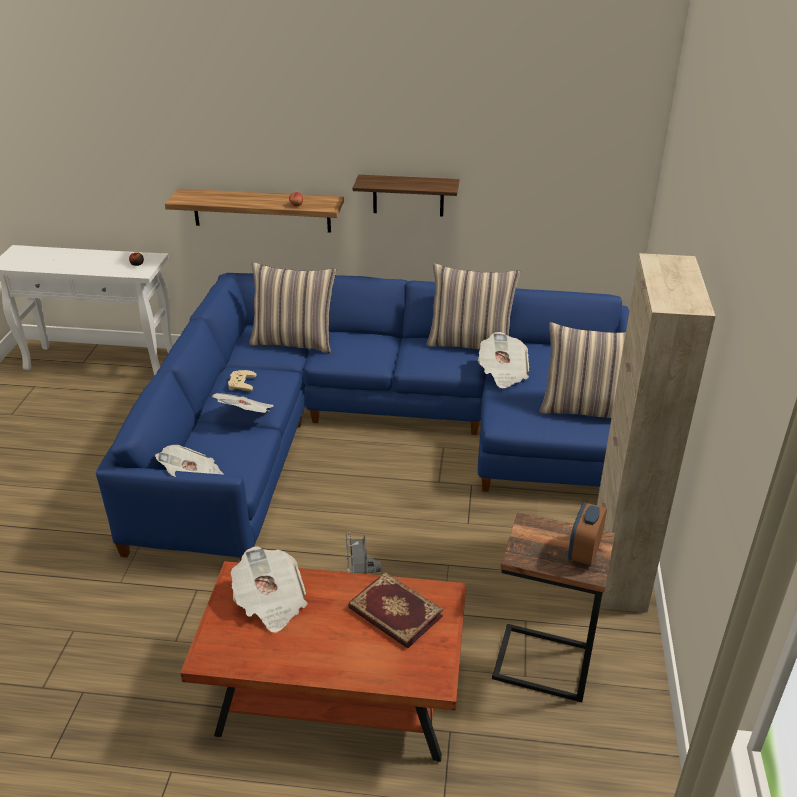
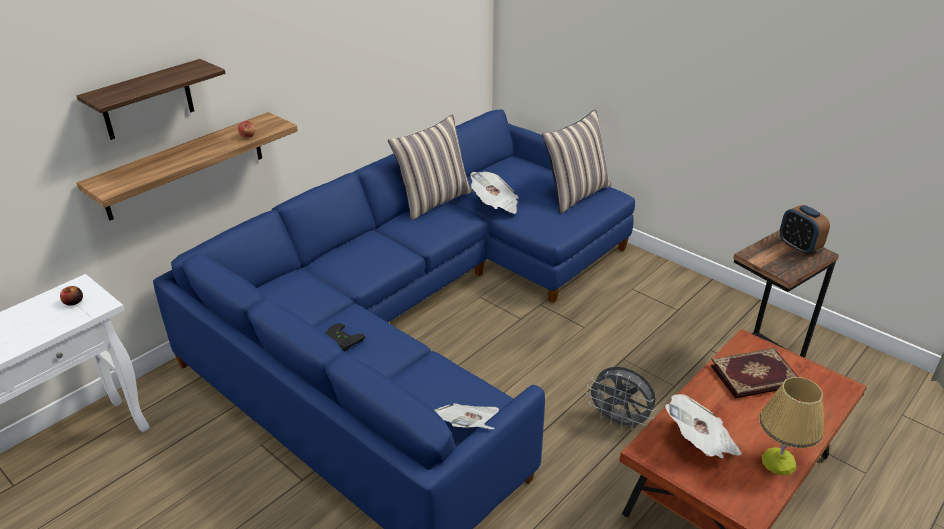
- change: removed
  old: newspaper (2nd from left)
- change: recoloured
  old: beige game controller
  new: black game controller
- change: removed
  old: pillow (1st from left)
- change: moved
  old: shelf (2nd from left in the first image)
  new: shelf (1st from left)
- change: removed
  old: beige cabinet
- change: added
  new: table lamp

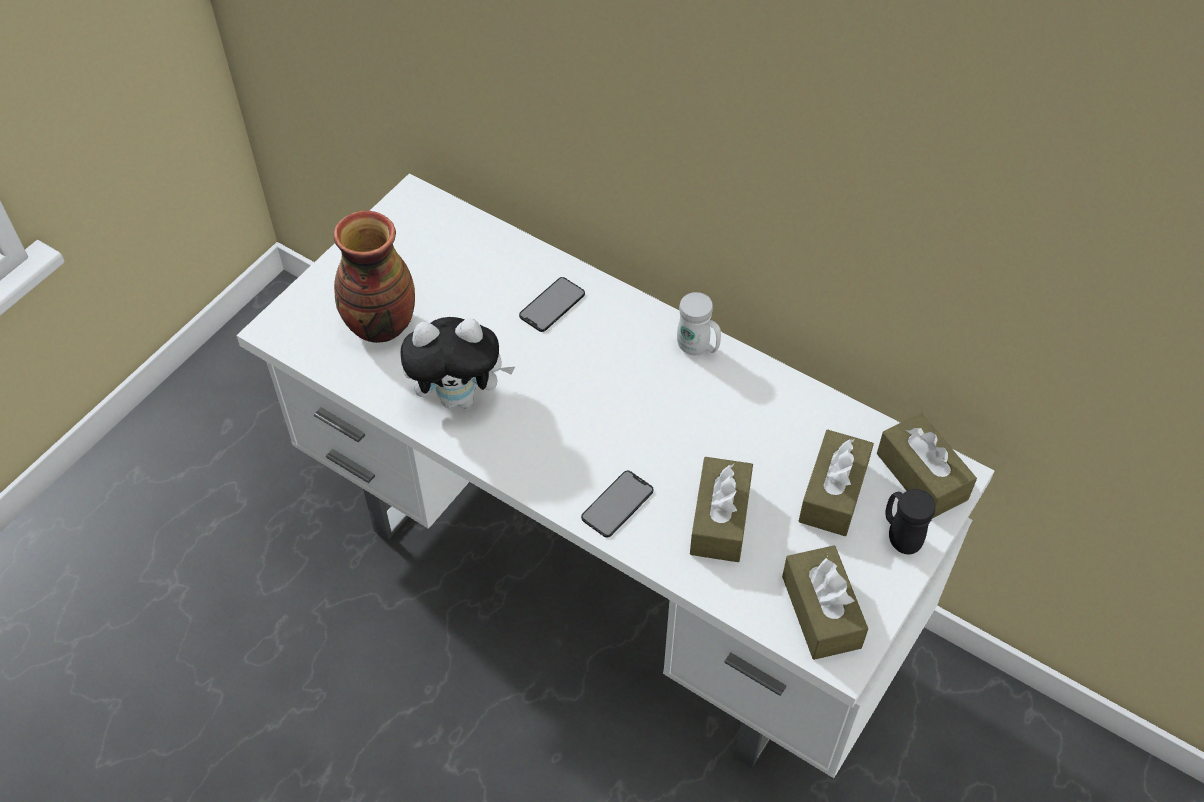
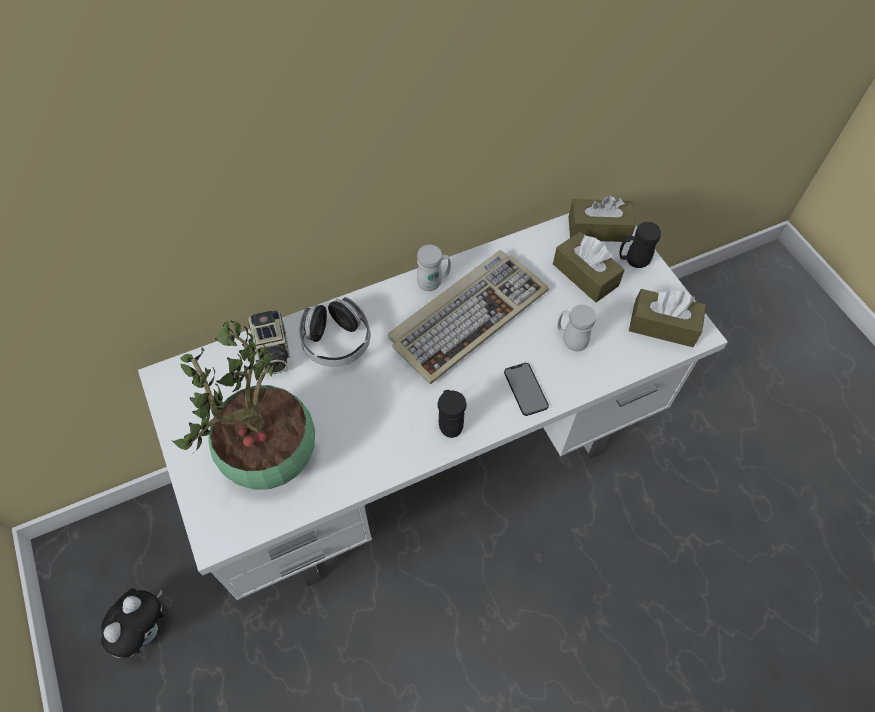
- change: replaced
  old: vase
  new: potted plant
- change: moved
  old: plush toy
- change: replaced
  old: phone (1st from left)
  new: headphones
- change: replaced
  old: brown tissue box (1st from left)
  new: white mug (2nd from left)
- change: added
  new: photo camera
- change: added
  new: keyboard
- change: added
  new: black mug (1st from left)

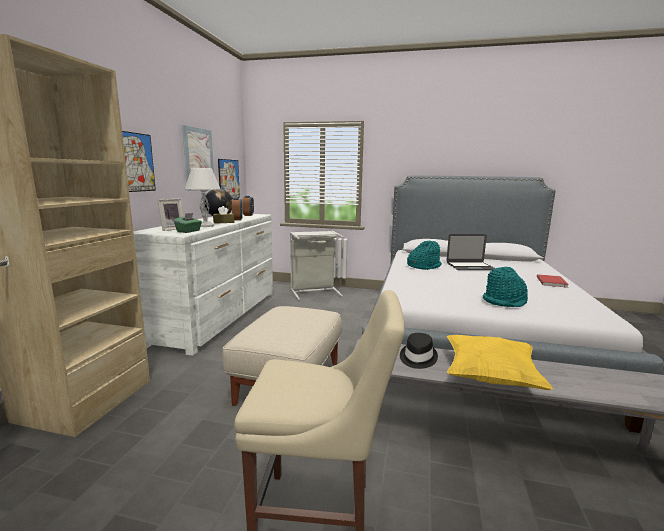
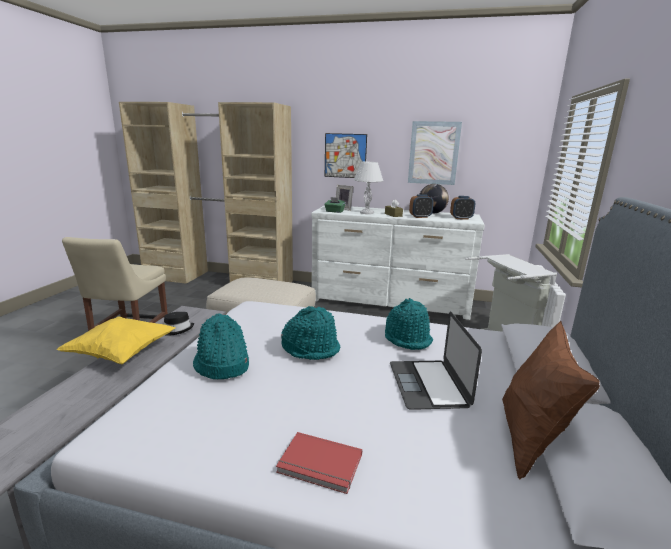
- change: removed
  old: picture (3rd from left)
- change: added
  new: turquoise hat (2nd from left)
- change: added
  new: brown pillow

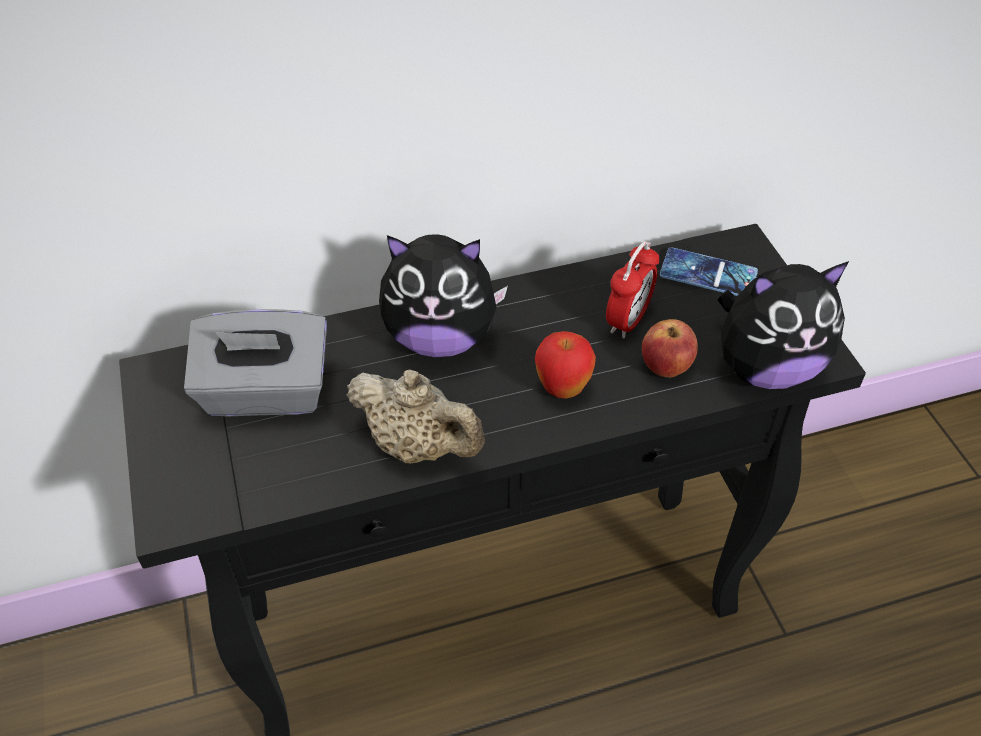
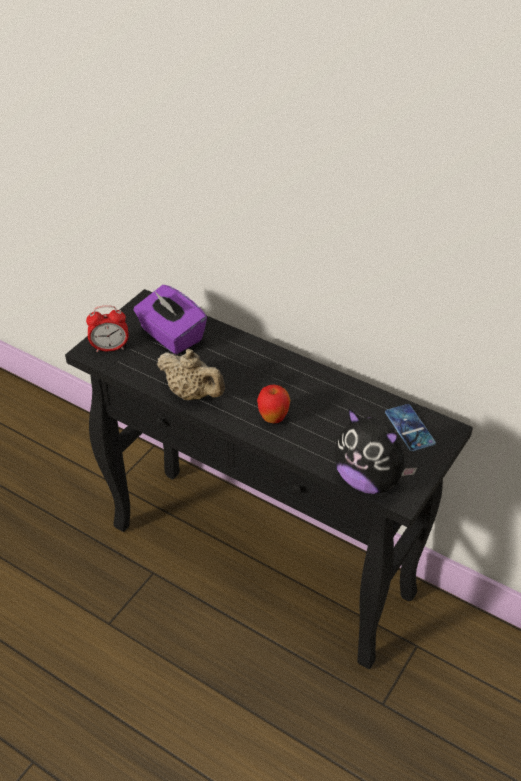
- change: recoloured
  old: grey tissue box
  new: purple tissue box
- change: turned
  old: beige teapot
  degrees: -45
- change: removed
  old: plush toy (1st from left)
- change: moved
  old: alarm clock
- change: removed
  old: apple (2nd from left)

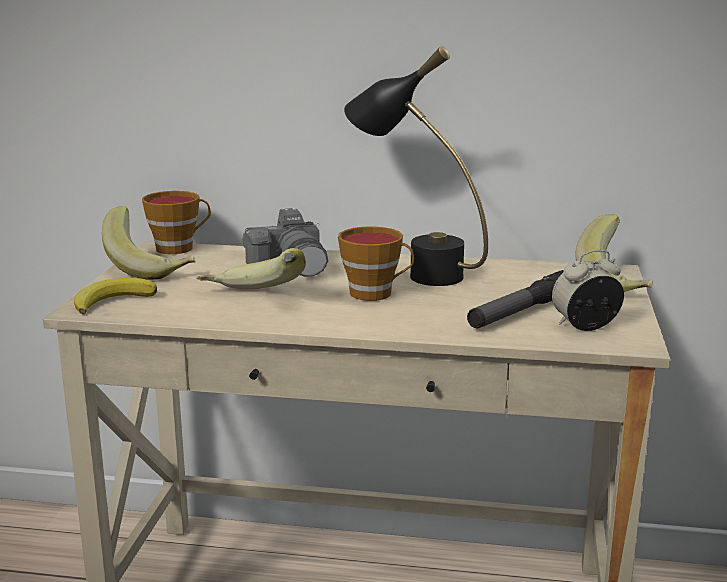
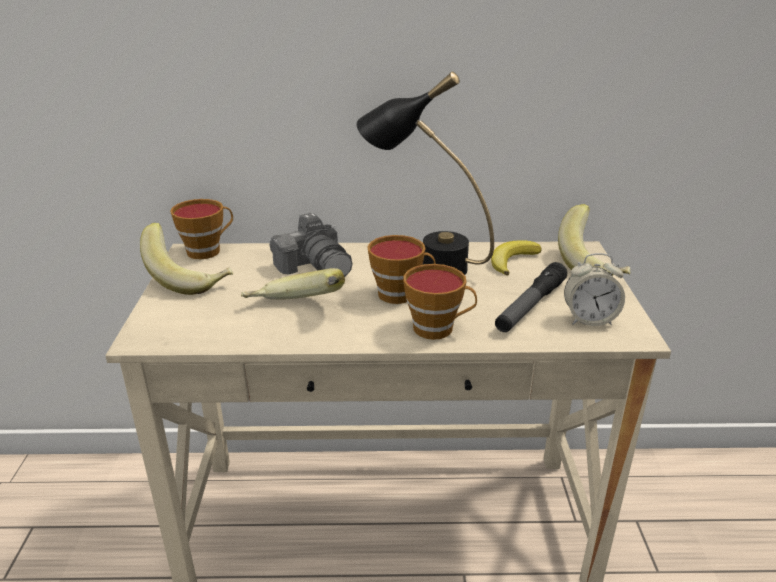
- change: moved
  old: banana (1st from left in the first image)
  new: banana (3rd from left)
- change: turned
  old: alarm clock
  degrees: -150
- change: added
  new: cup (3rd from left)

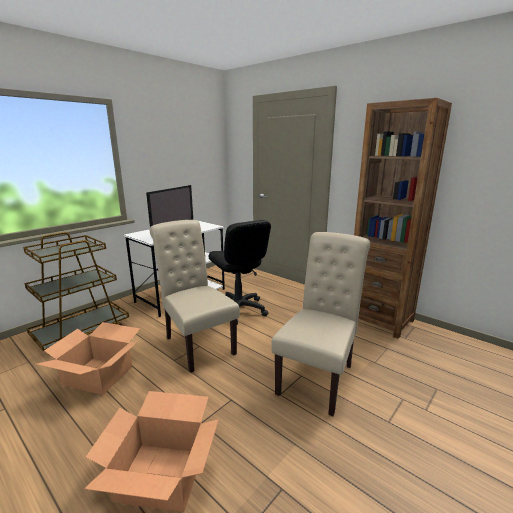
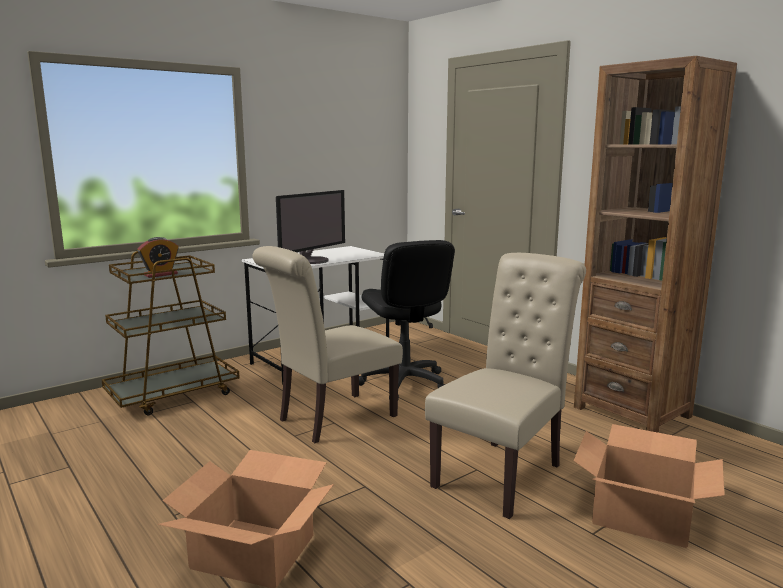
- change: moved
  old: cardboard box (1st from left in the first image)
  new: cardboard box (2nd from left)
- change: turned
  old: beige chair (1st from left)
  degrees: -105
- change: added
  new: alarm clock

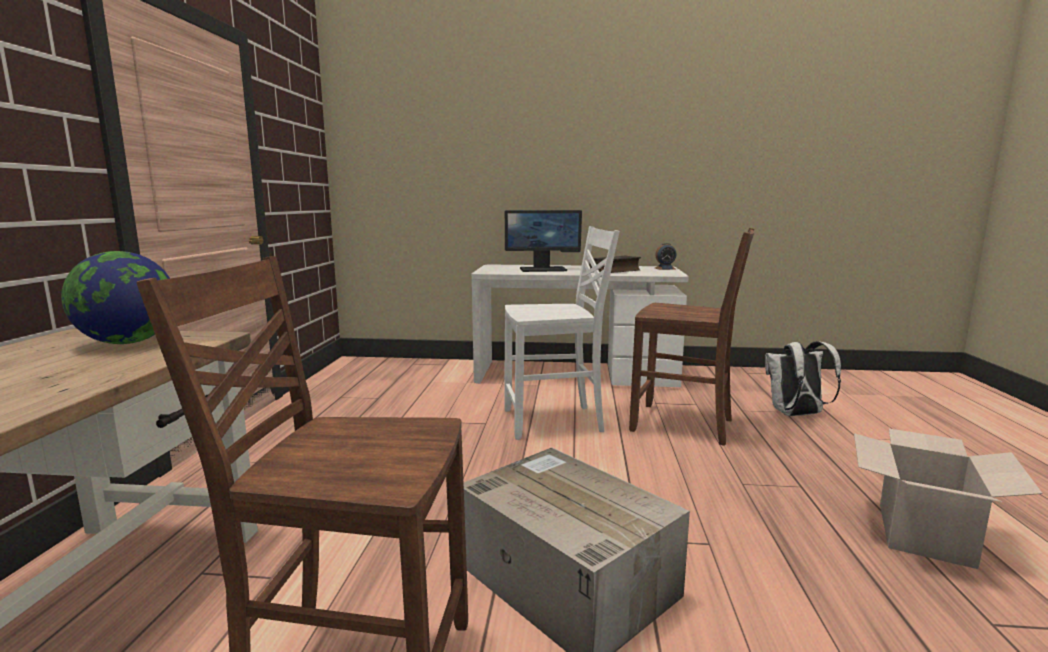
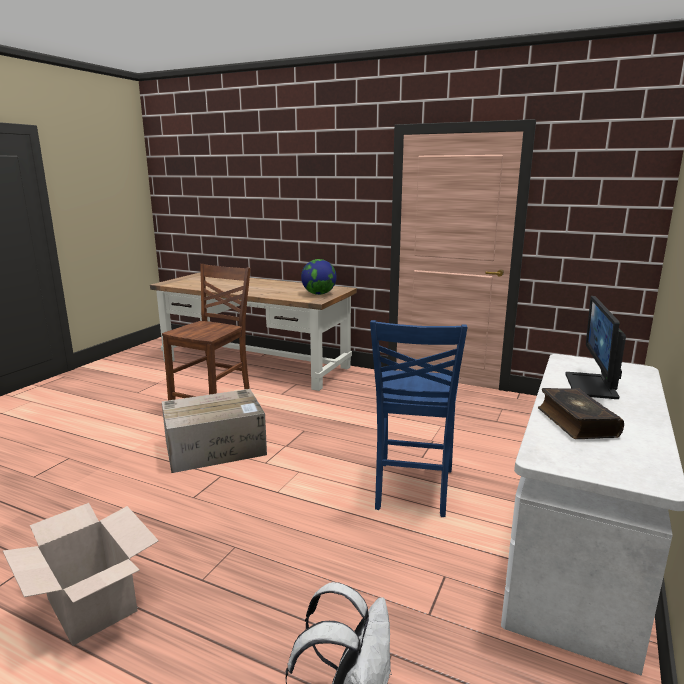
- change: recoloured
  old: white chair
  new: blue chair
- change: removed
  old: brown chair (2nd from left)
- change: removed
  old: alarm clock

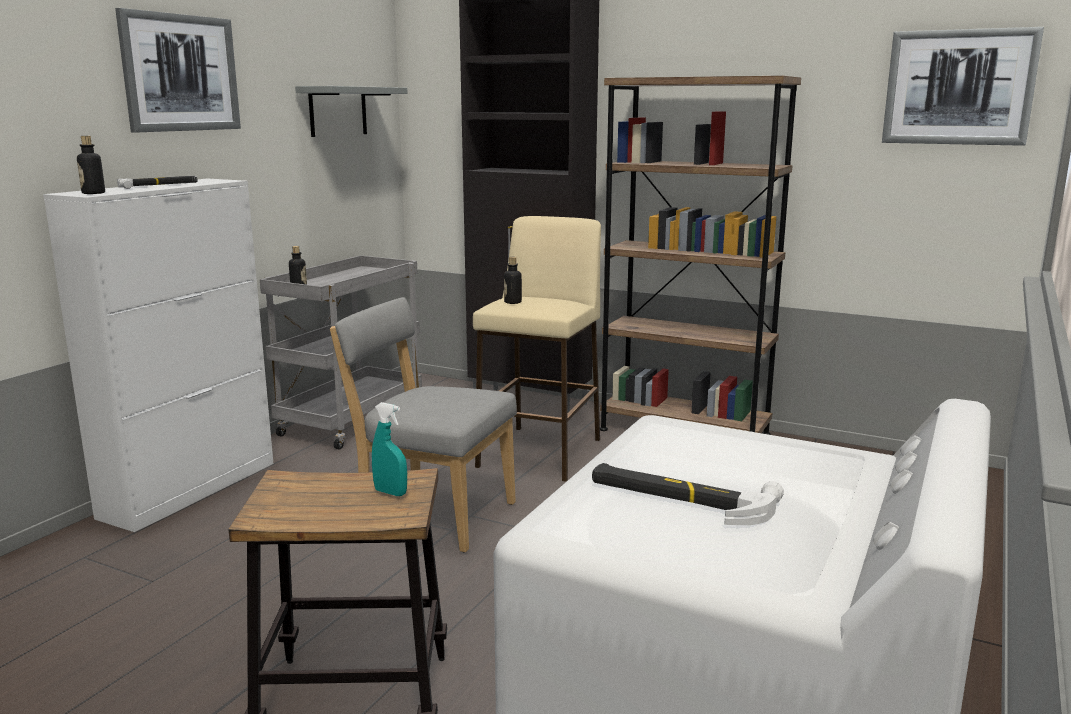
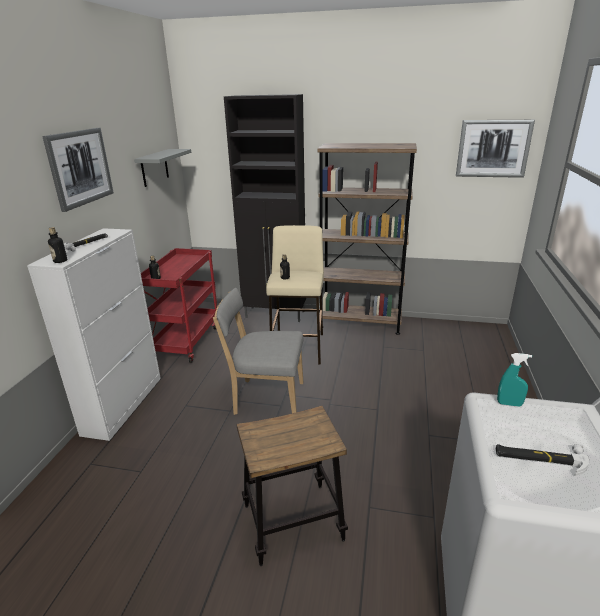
- change: recoloured
  old: grey cart
  new: red cart
- change: moved
  old: turquoise spray bottle

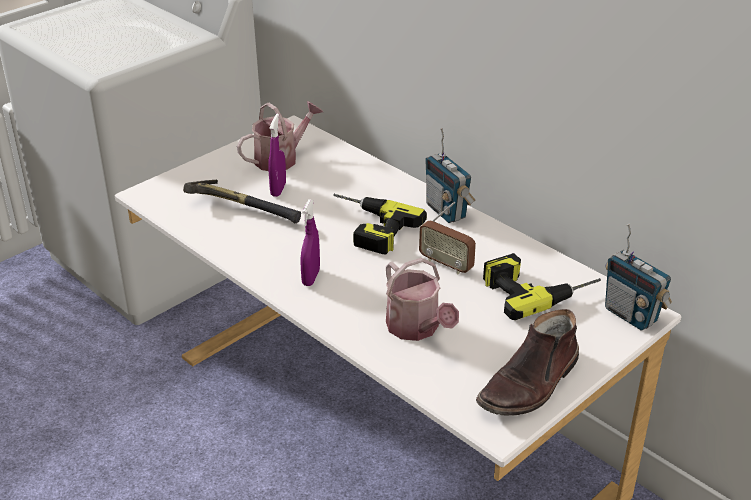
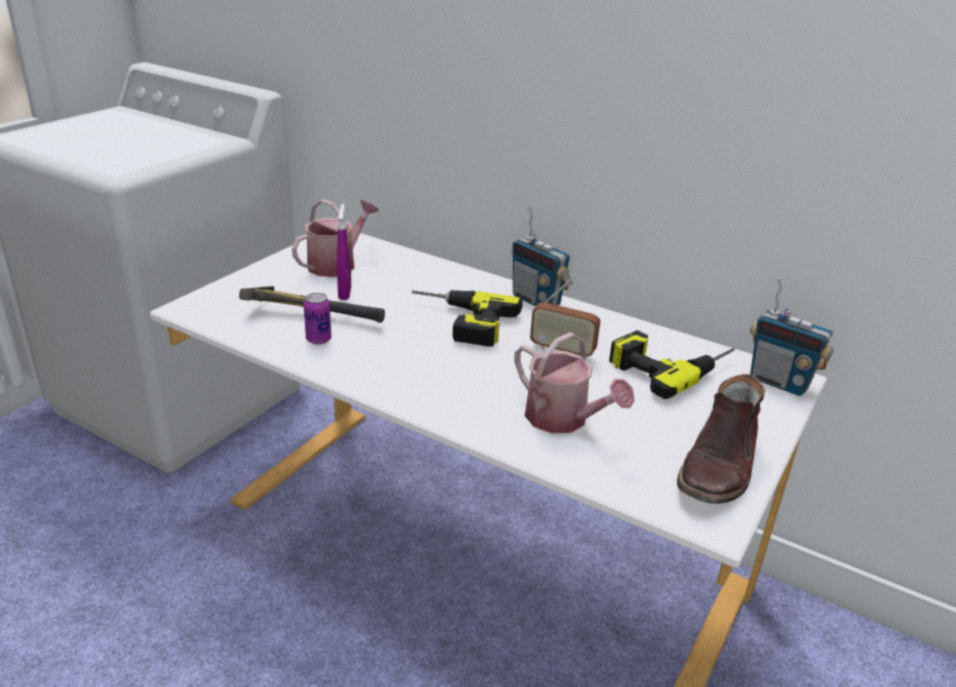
- change: removed
  old: purple spray bottle (2nd from left)
- change: added
  new: can

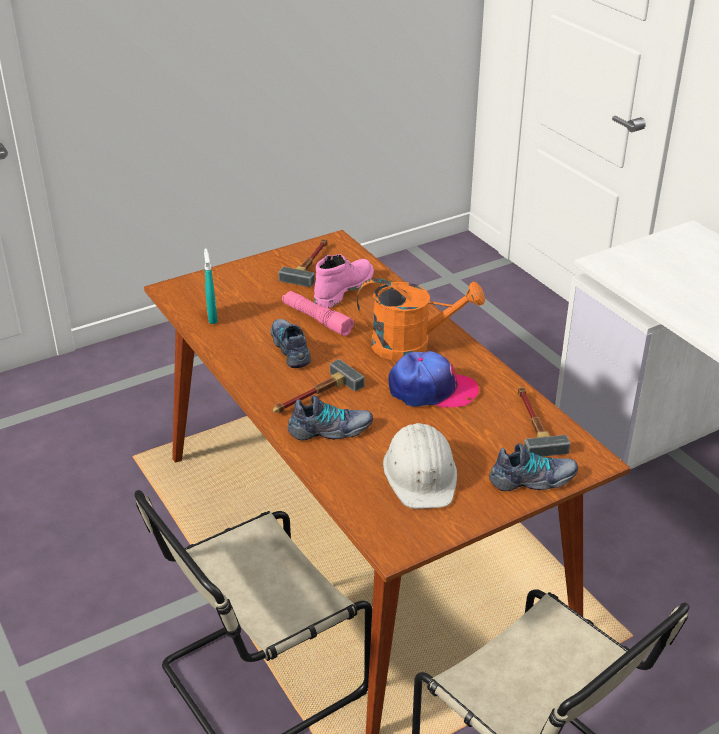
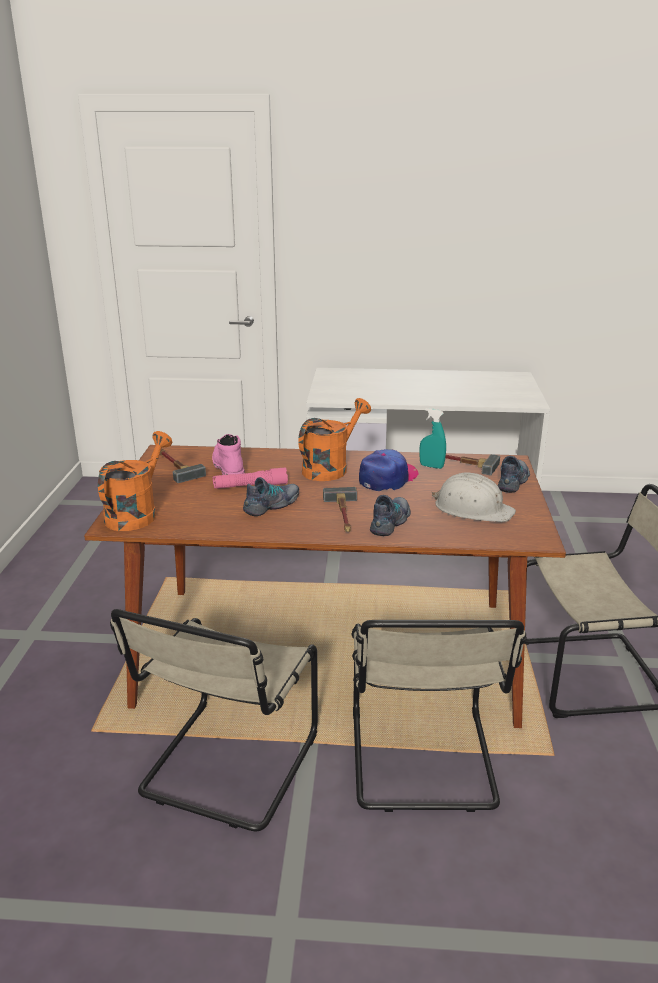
- change: moved
  old: turquoise spray bottle
- change: turned
  old: shoe (1st from left)
  degrees: 120
- change: added
  new: orange watering can (1st from left)
- change: added
  new: beige chair (1st from left)

